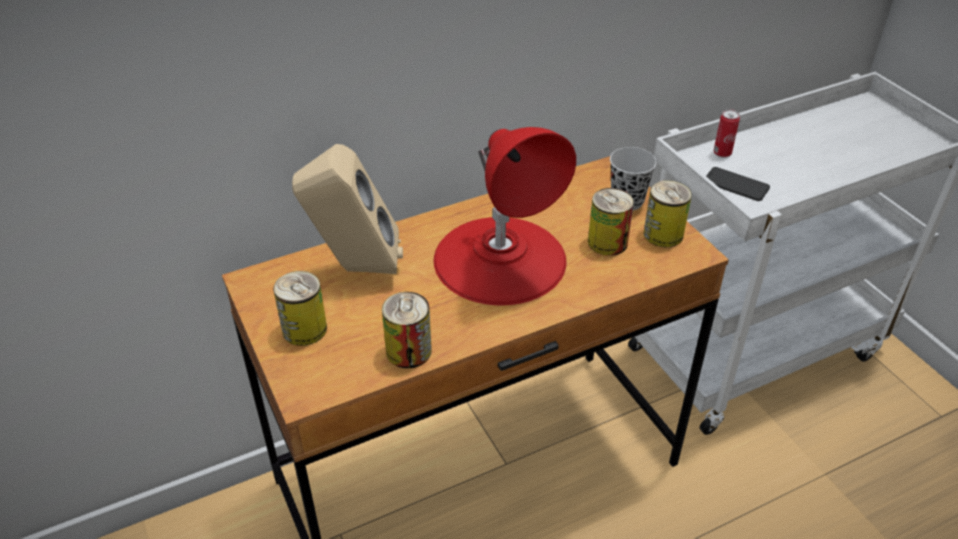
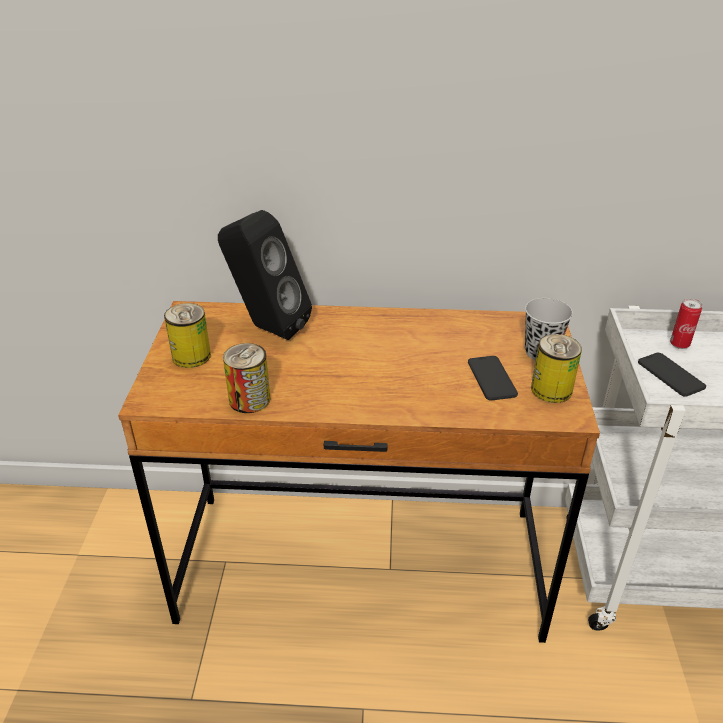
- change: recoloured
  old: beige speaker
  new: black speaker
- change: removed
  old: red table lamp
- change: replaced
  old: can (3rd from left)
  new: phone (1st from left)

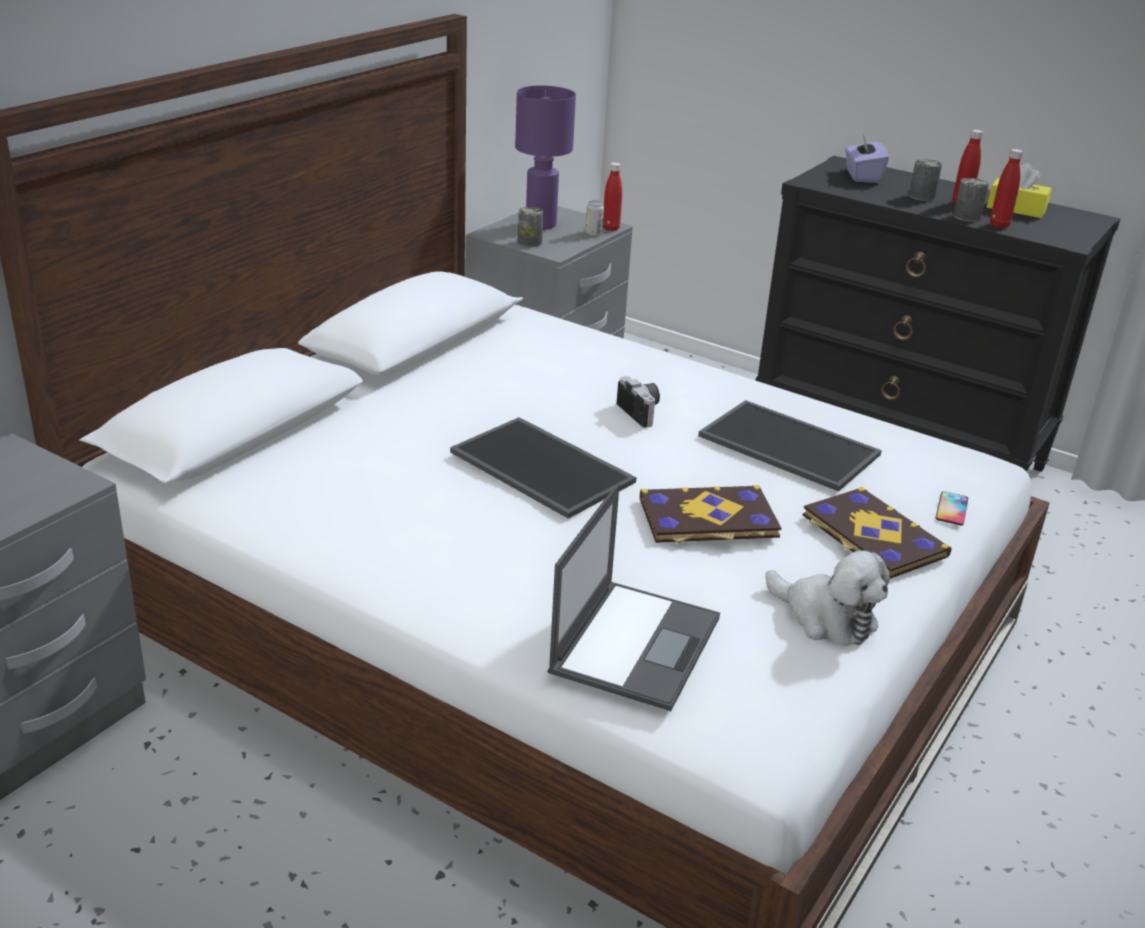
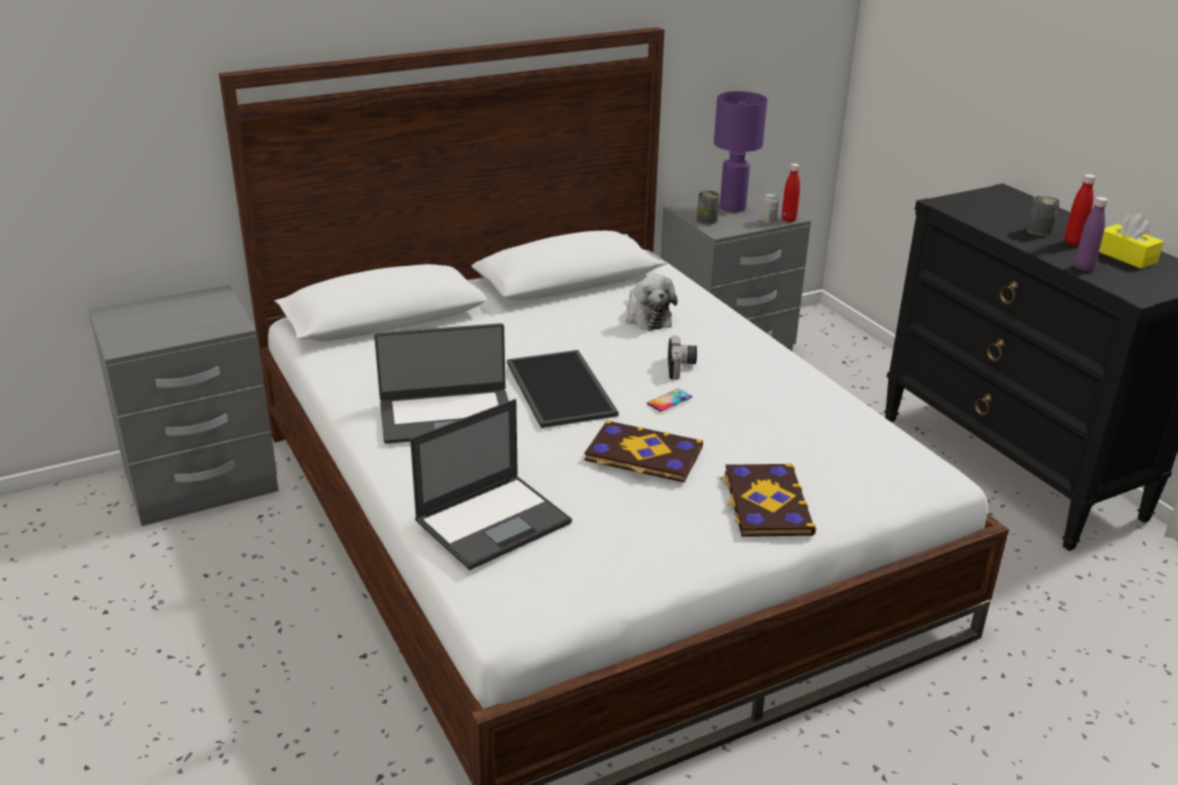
- change: removed
  old: tray (2nd from left)
- change: moved
  old: plush toy
- change: removed
  old: purple tissue box
- change: moved
  old: phone
- change: removed
  old: can (4th from left)
- change: recoloured
  old: red bottle (3rd from left)
  new: purple bottle
- change: added
  new: laptop (1st from left)

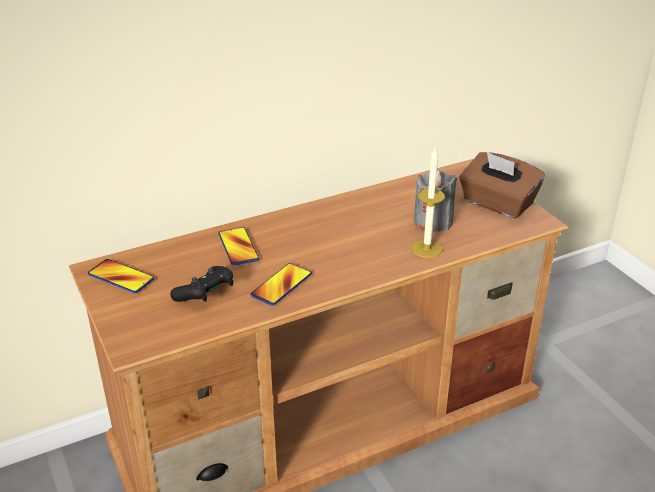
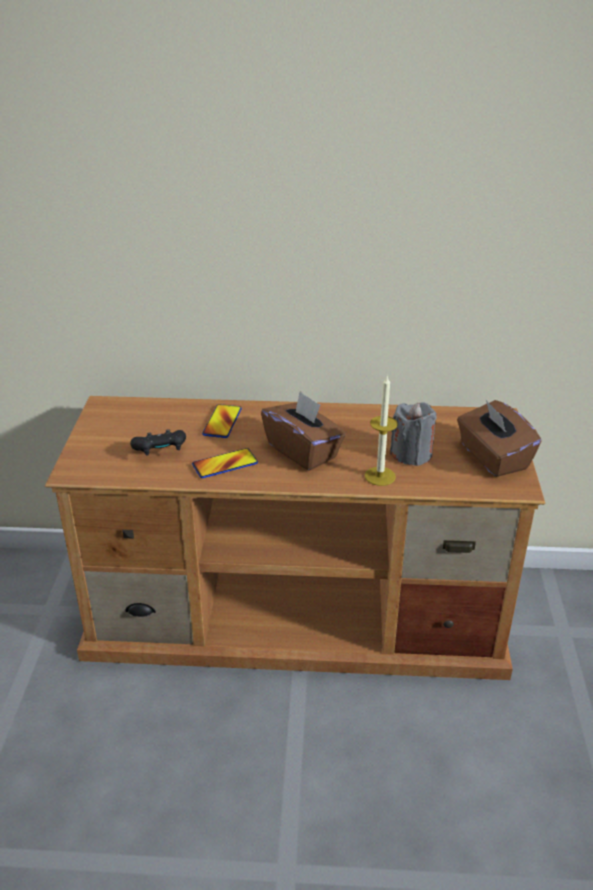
- change: removed
  old: phone (1st from left)
- change: added
  new: brown tissue box (1st from left)

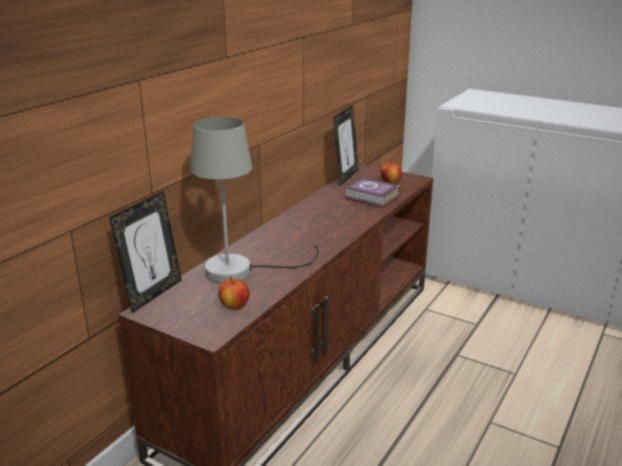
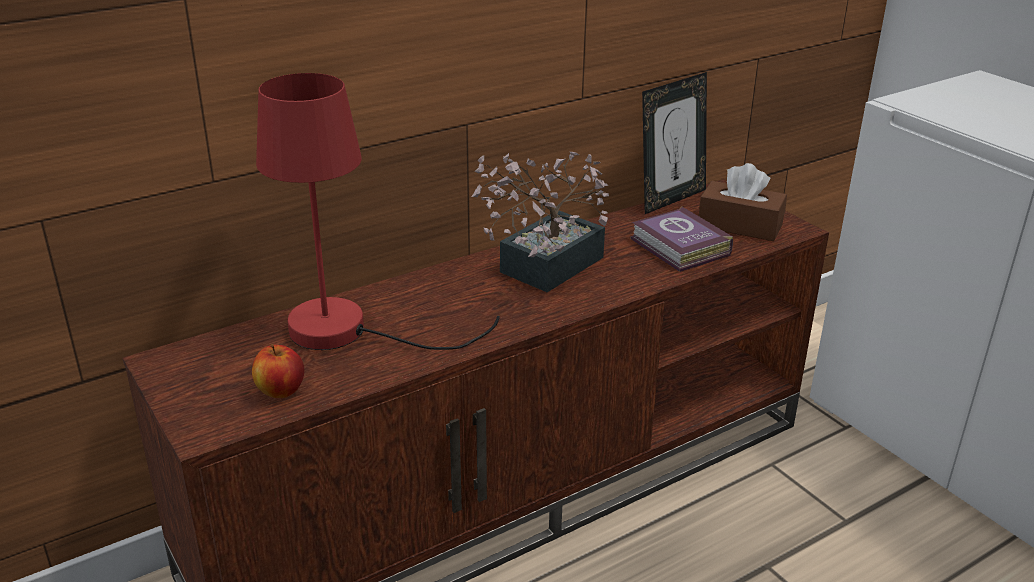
- change: removed
  old: picture frame (1st from left)
- change: recoloured
  old: grey table lamp
  new: red table lamp
- change: replaced
  old: apple (2nd from left)
  new: brown tissue box
- change: added
  new: potted plant

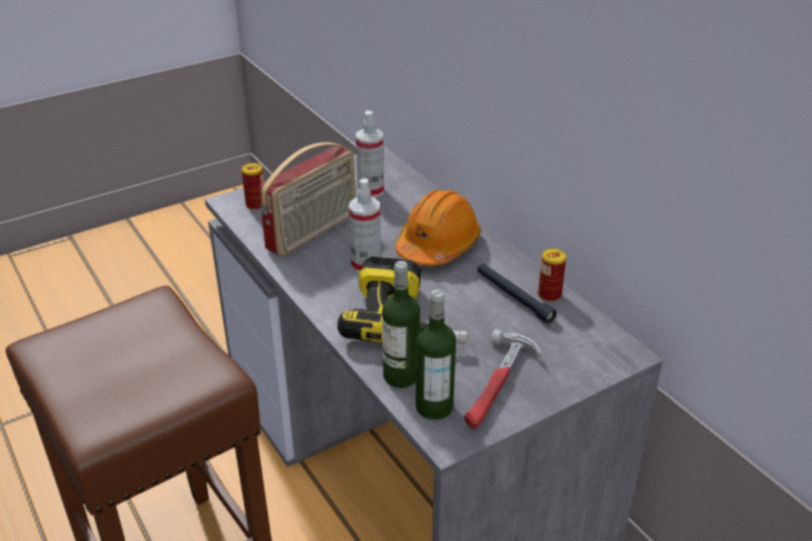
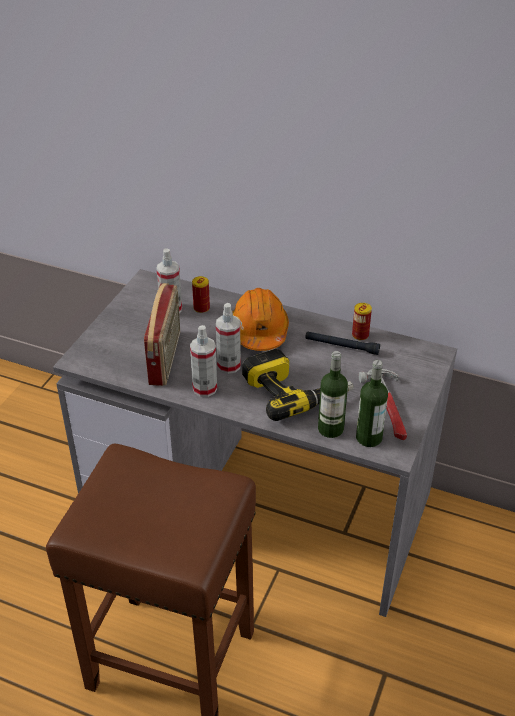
- change: moved
  old: can (1st from left)
- change: added
  new: spray bottle (2nd from left)

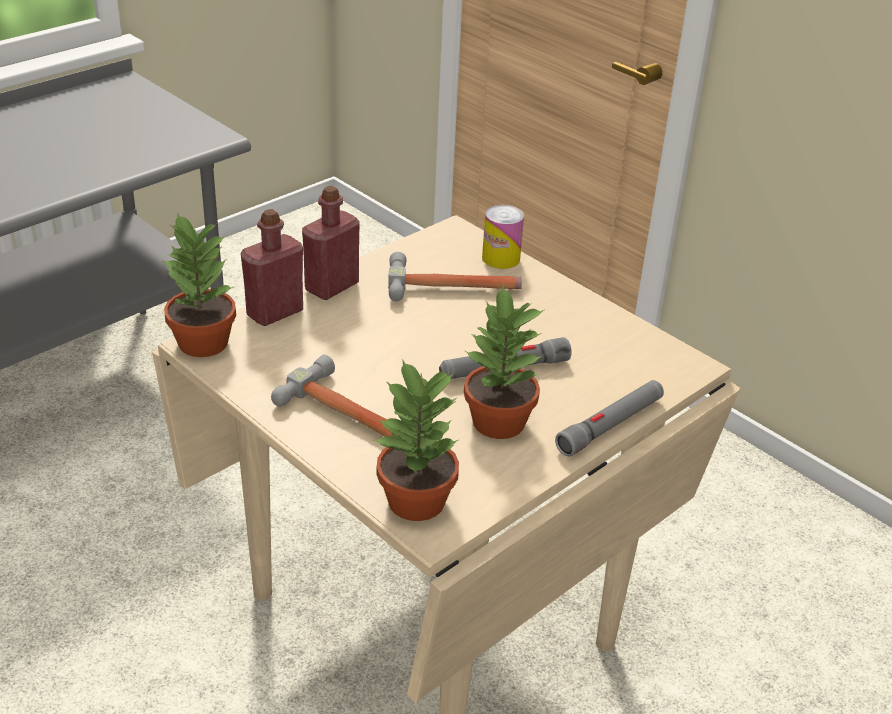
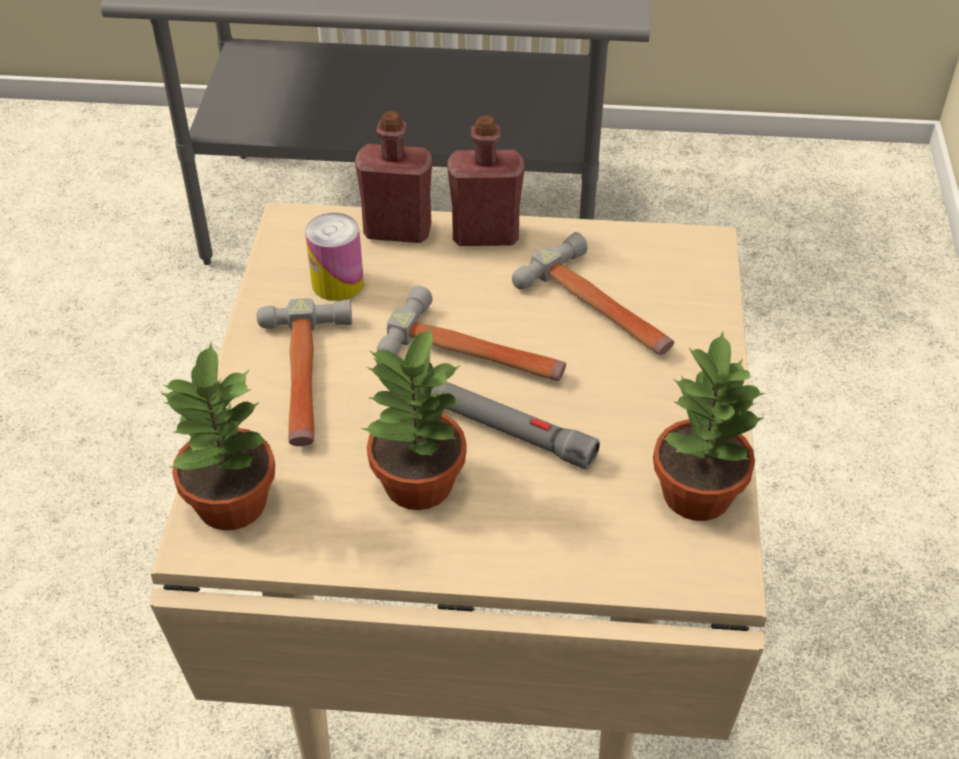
- change: moved
  old: potted plant (1st from left in the first image)
  new: potted plant (3rd from left)
- change: moved
  old: can
- change: removed
  old: grey flashlight (2nd from left)
- change: added
  new: hammer (2nd from left)

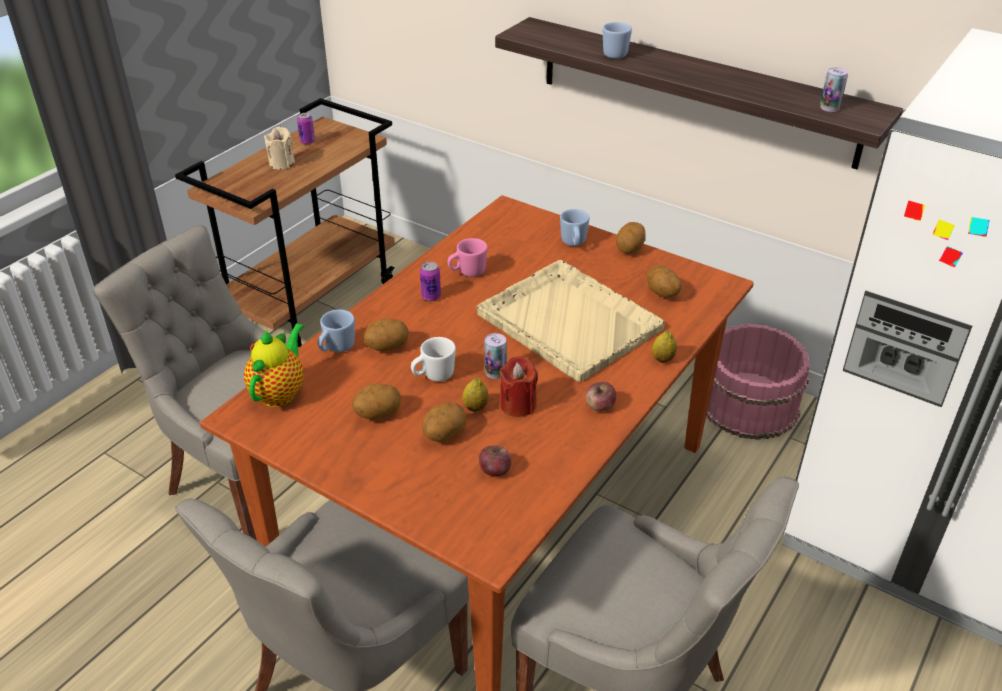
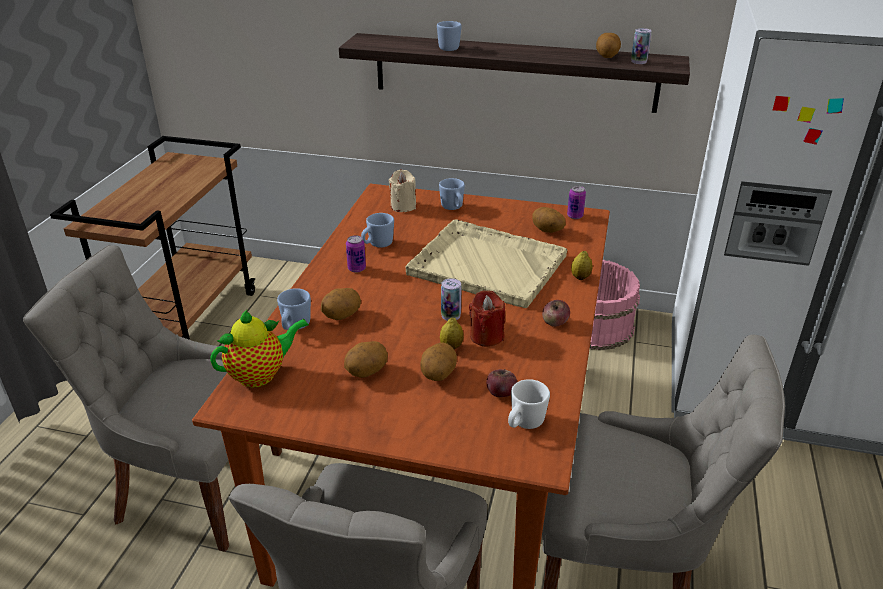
- change: turned
  old: teapot
  degrees: 60
- change: moved
  old: beige candle
- change: moved
  old: can (1st from left in the first image)
  new: can (3rd from left)
- change: moved
  old: white mug
- change: recoloured
  old: pink mug
  new: blue mug (2nd from left)
- change: moved
  old: potato (4th from left in the first image)
  new: potato (5th from left)

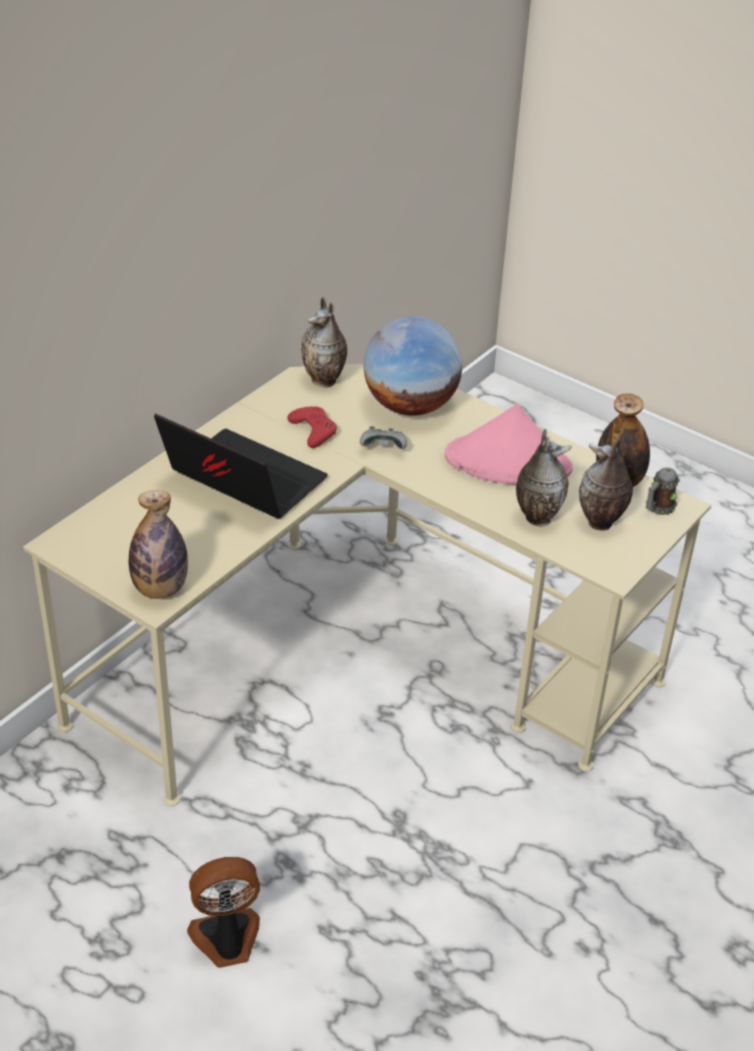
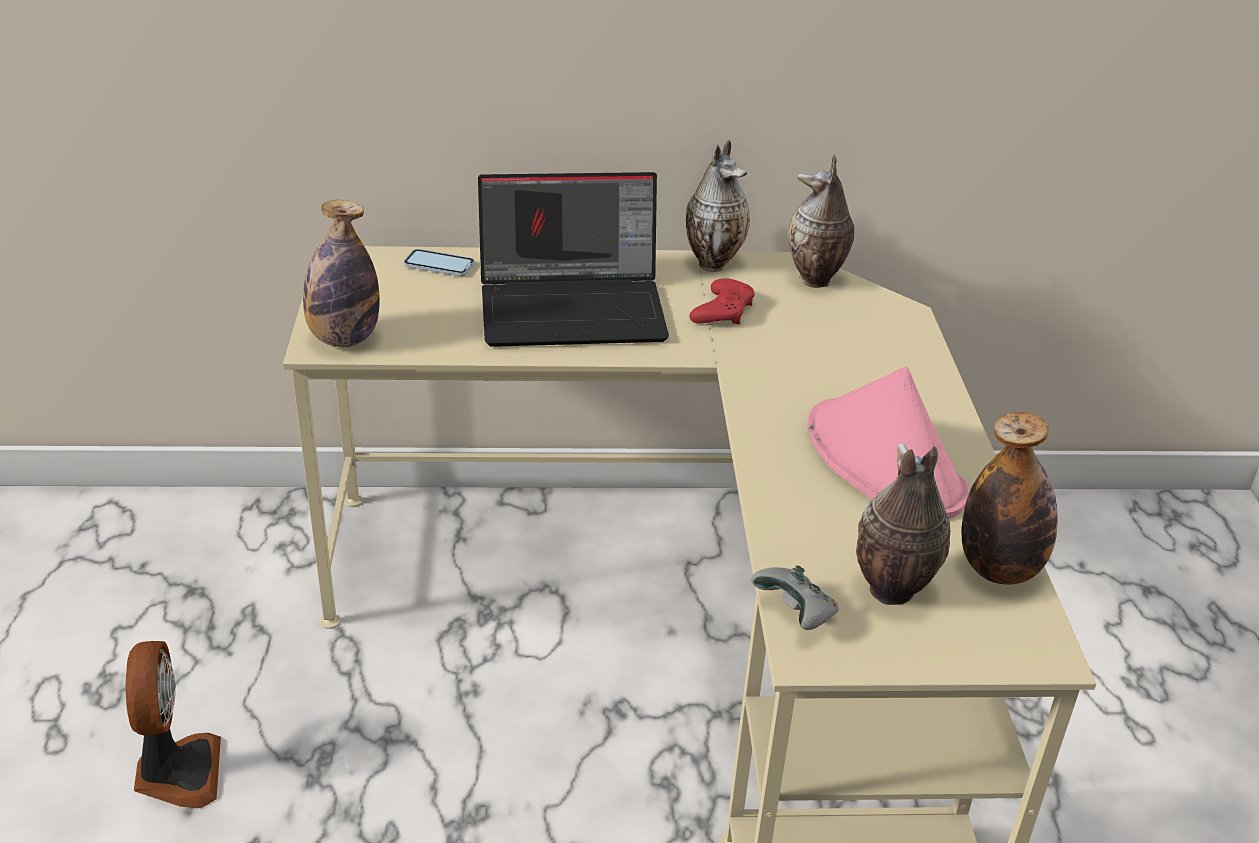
- change: turned
  old: laptop
  degrees: 90
- change: turned
  old: fan
  degrees: 45
- change: moved
  old: grey game controller
- change: removed
  old: globe
- change: moved
  old: vase (2nd from left in the first image)
  new: vase (1st from left)
- change: removed
  old: mug
- change: added
  new: phone

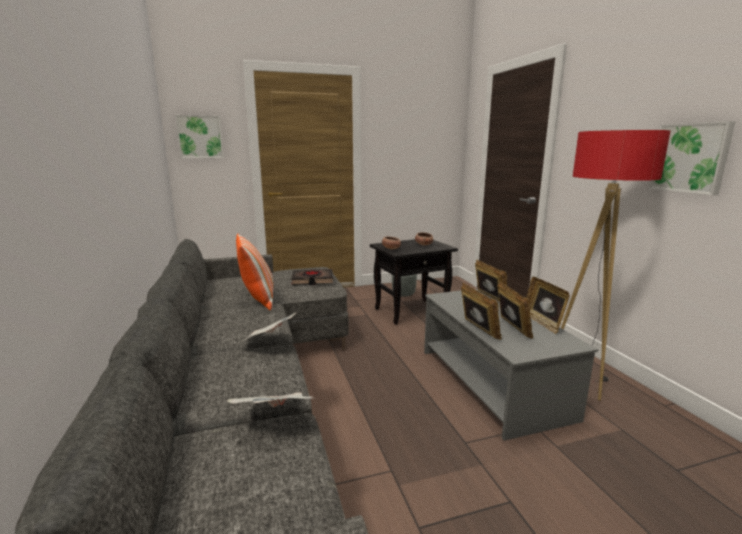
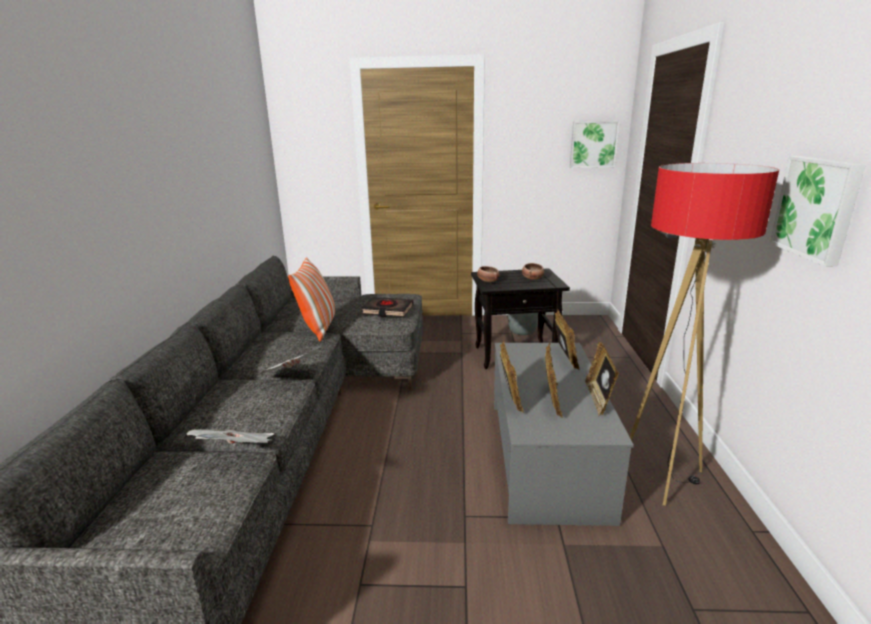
- change: moved
  old: picture (1st from left)

